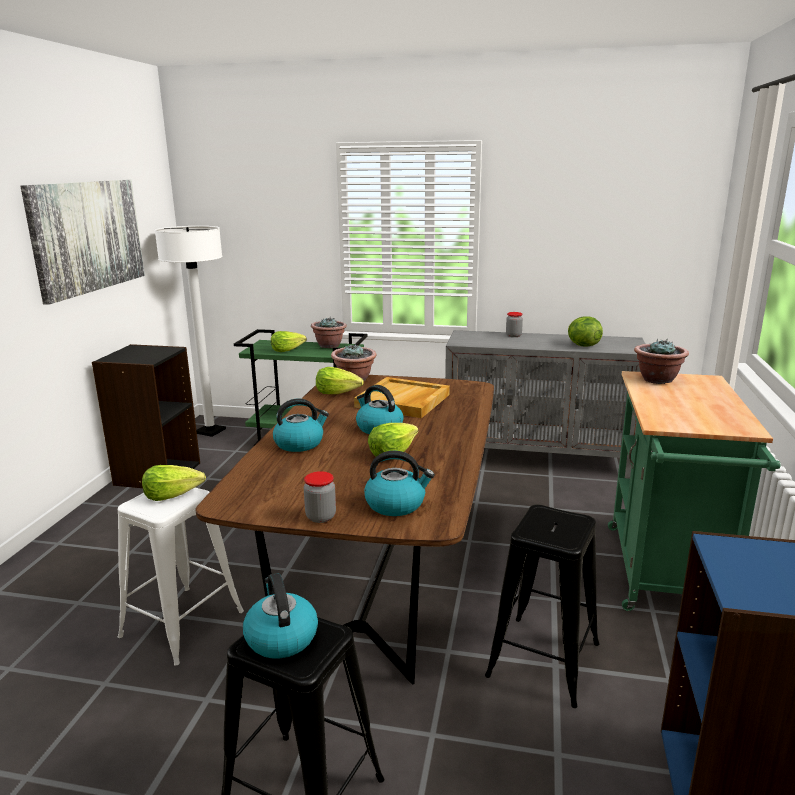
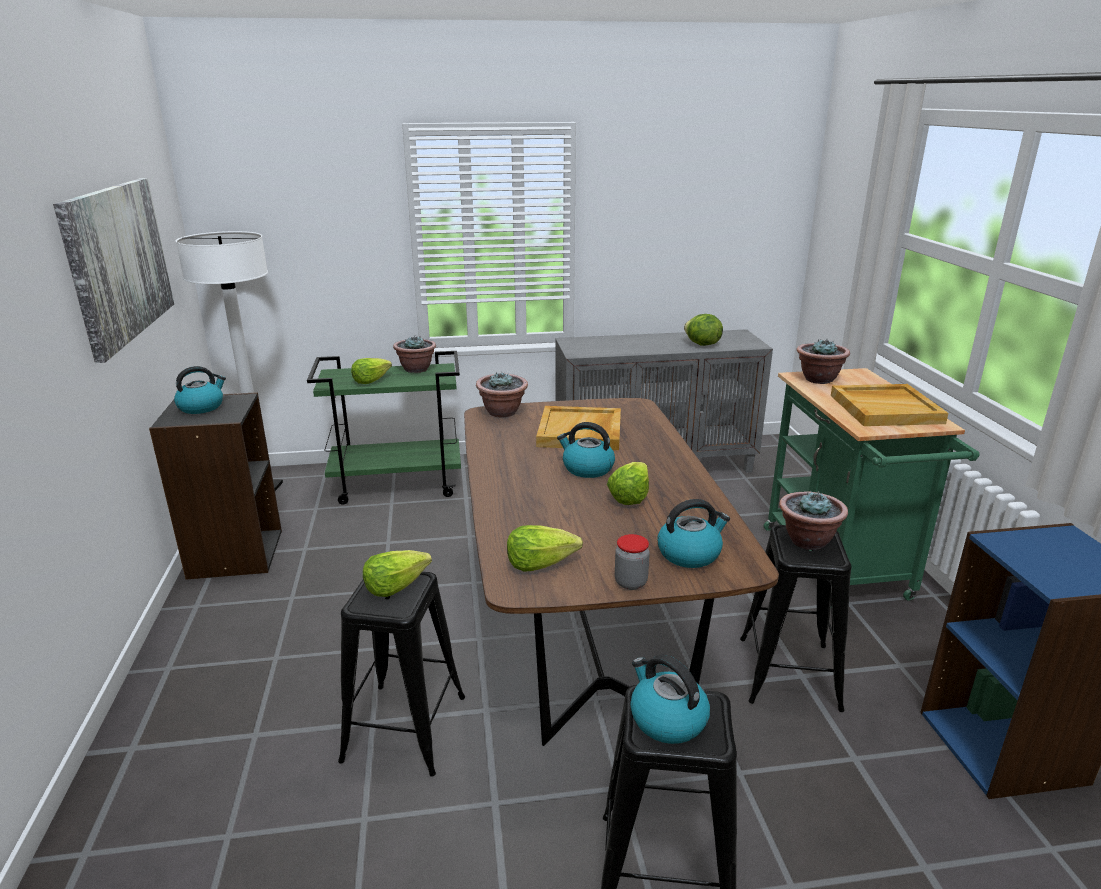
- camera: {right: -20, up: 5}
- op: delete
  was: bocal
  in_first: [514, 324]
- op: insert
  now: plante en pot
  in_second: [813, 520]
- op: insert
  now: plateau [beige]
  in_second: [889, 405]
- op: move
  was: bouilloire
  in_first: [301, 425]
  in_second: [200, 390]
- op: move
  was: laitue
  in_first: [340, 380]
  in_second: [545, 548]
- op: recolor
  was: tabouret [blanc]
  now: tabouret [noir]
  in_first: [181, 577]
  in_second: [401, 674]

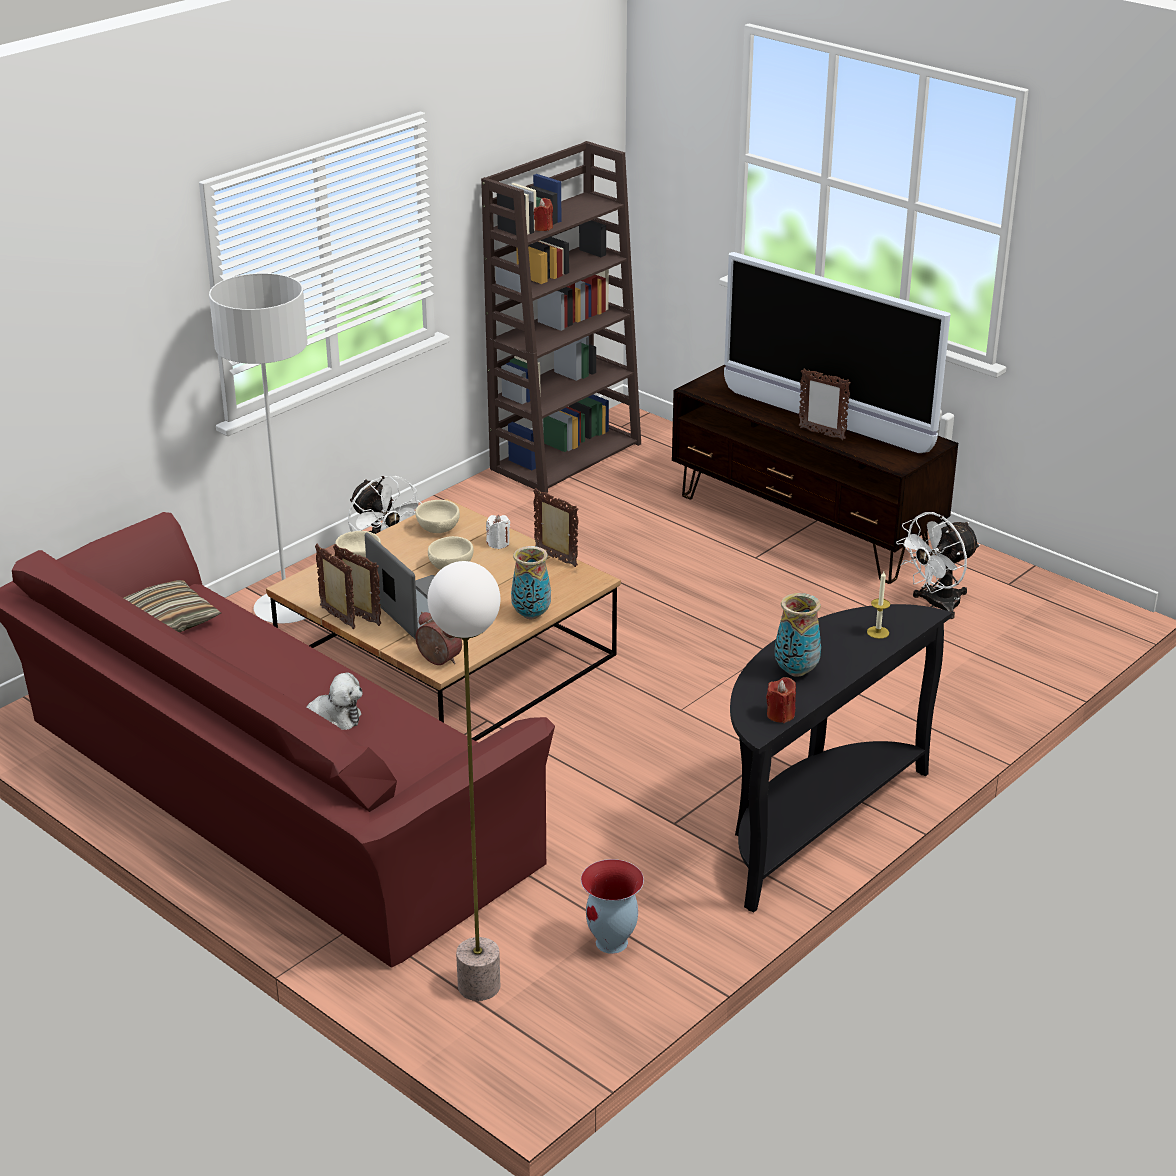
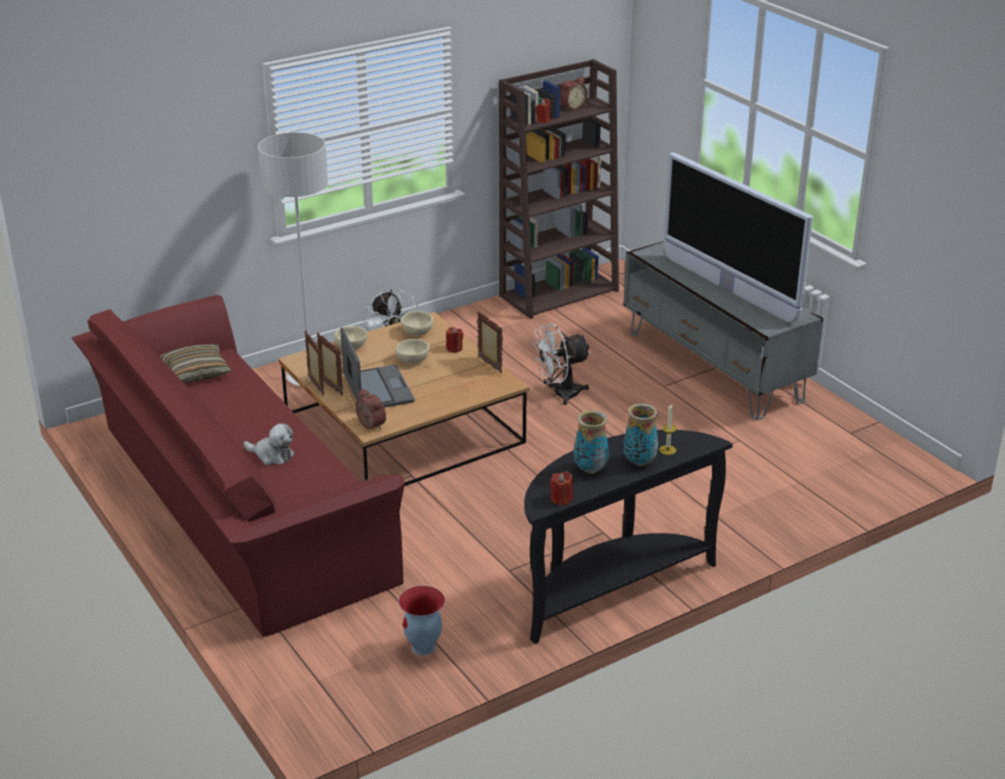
- camera: {right: 15, up: 0}
- op: delete
  was: lampadaire
  in_first: [463, 781]
- op: delete
  was: cadre photo
  in_first: [825, 404]
- op: insert
  now: réveil
  in_second: [573, 94]
- op: move
  was: vase
  in_first: [531, 582]
  in_second: [640, 434]
- op: move
  was: ventilateur [blanc]
  in_first: [938, 565]
  in_second: [561, 364]
- op: recolor
  was: bougie [blanc]
  now: bougie [rouge]
  in_first: [498, 532]
  in_second: [454, 340]
- op: recolor
  was: meuble télé [marron]
  now: meuble télé [gris]
  in_first: [815, 474]
  in_second: [723, 330]

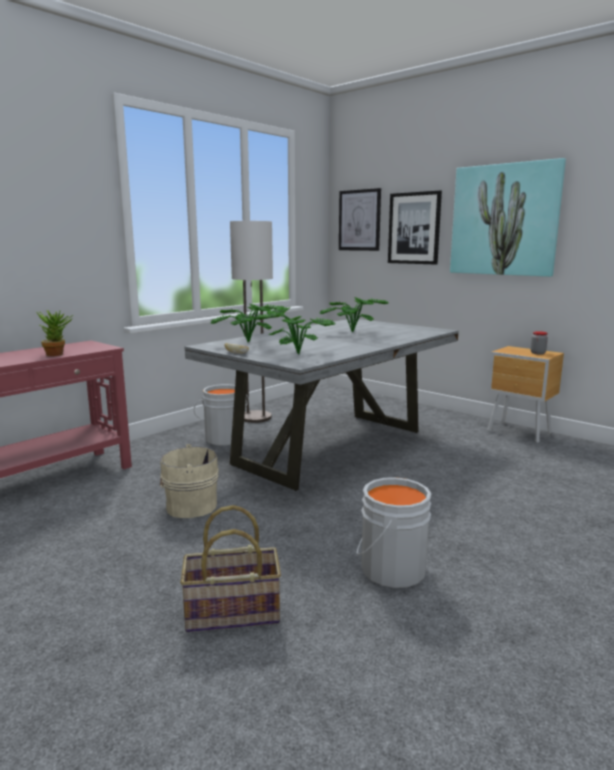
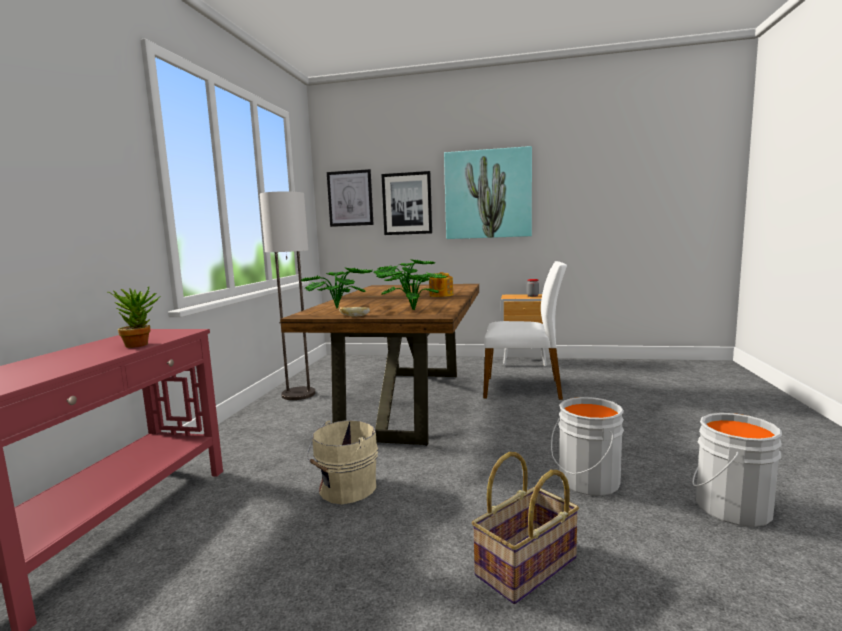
- camera: {right: -30, up: -5}
- op: insert
  now: théière
  in_second: [441, 284]
- op: insert
  now: chaise [blanc]
  in_second: [525, 330]
- op: move
  was: seau [gris]
  in_first: [221, 414]
  in_second: [737, 470]
- op: recolor
  was: table à manger [gris]
  now: table à manger [marron]
  in_first: [321, 405]
  in_second: [379, 365]

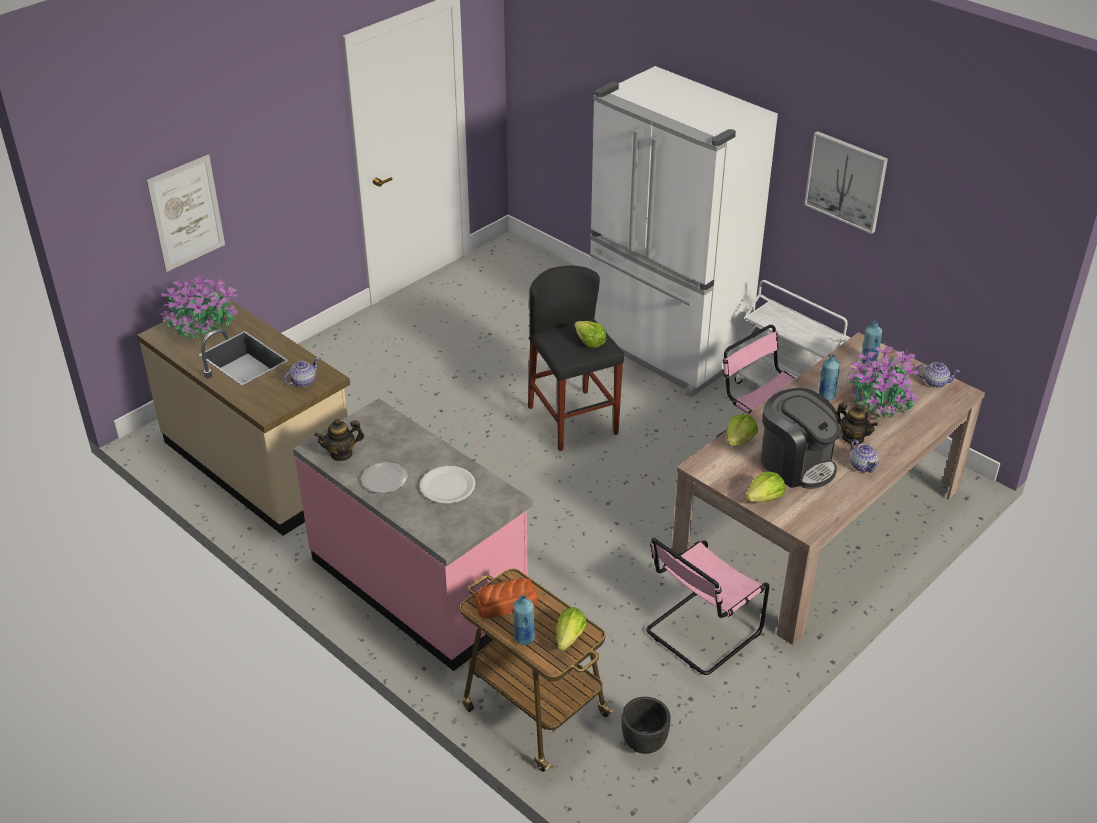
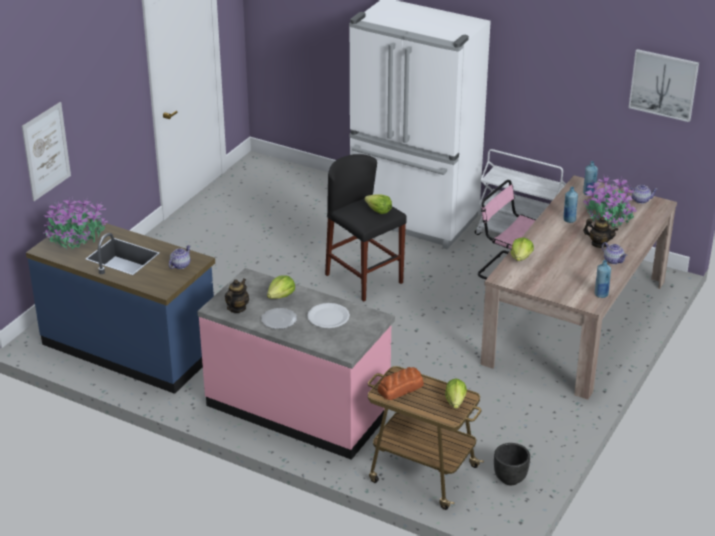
- camera: {right: -15, up: -5}
- op: delete
  was: chaise [rose]
  in_first: [707, 606]
- op: delete
  was: machine à café
  in_first: [801, 438]
- op: move
  was: bouteille [bleu]
  in_first: [524, 620]
  in_second: [603, 279]
- op: move
  was: laitue
  in_first: [765, 487]
  in_second: [281, 287]
- op: move
  was: tableau
  in_first: [846, 182]
  in_second: [664, 85]
- op: recolor
  was: comptoir de cuisine [beige]
  now: comptoir de cuisine [bleu]
  in_first: [243, 415]
  in_second: [120, 305]
- op: rotate
  was: théière
  in_first: [339, 440]
  in_second: [237, 296]
  clockwise: 150

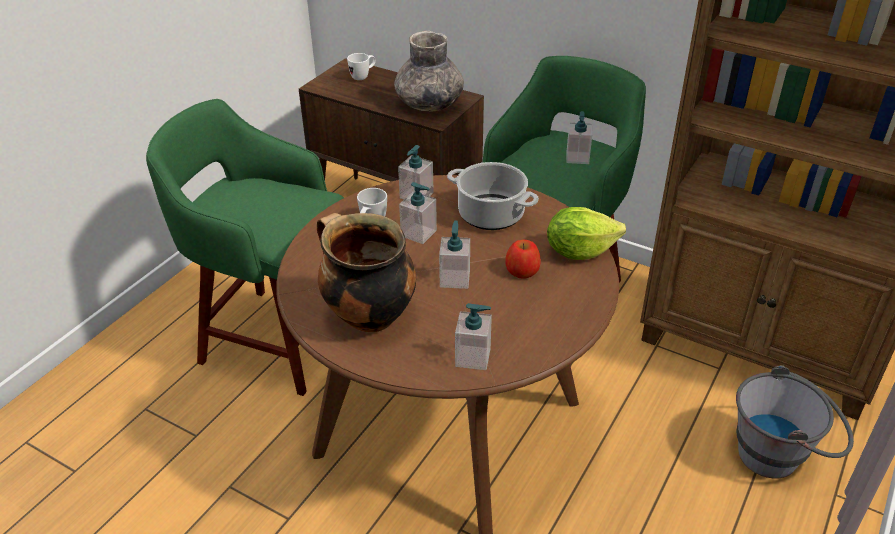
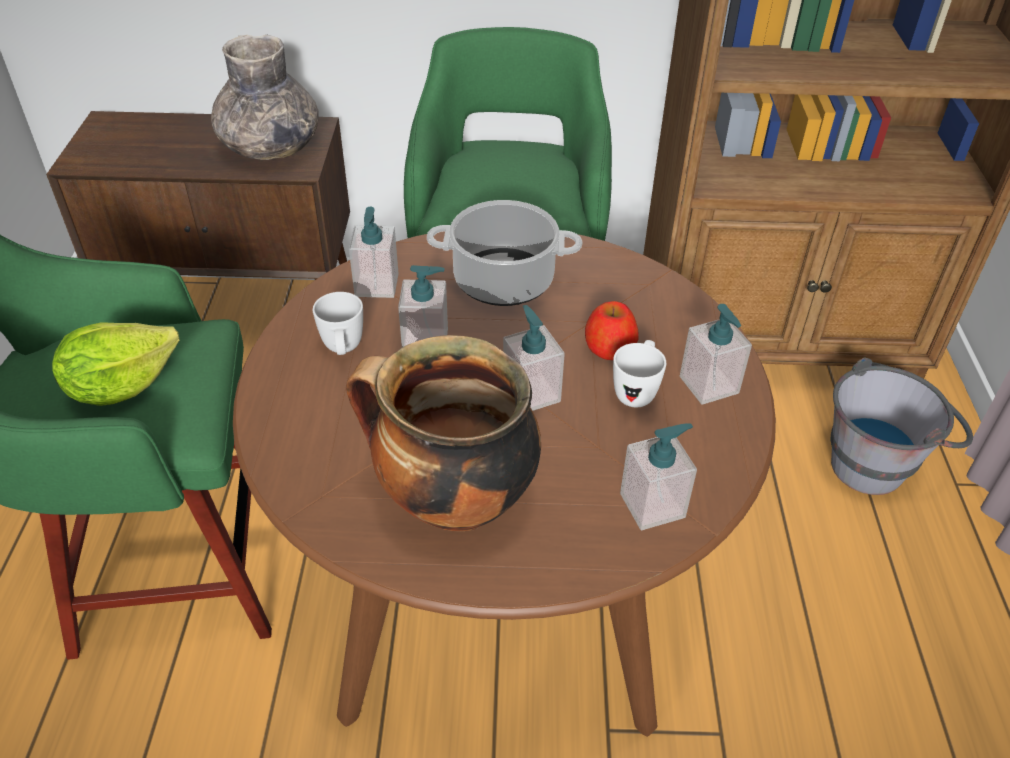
- camera: {right: -30, up: 5}
- op: move
  was: mug [blanc]
  in_first: [361, 66]
  in_second: [639, 373]
- op: move
  was: laitue
  in_first: [586, 233]
  in_second: [115, 364]
- op: move
  was: distributeur de savon
  in_first: [579, 137]
  in_second: [716, 354]

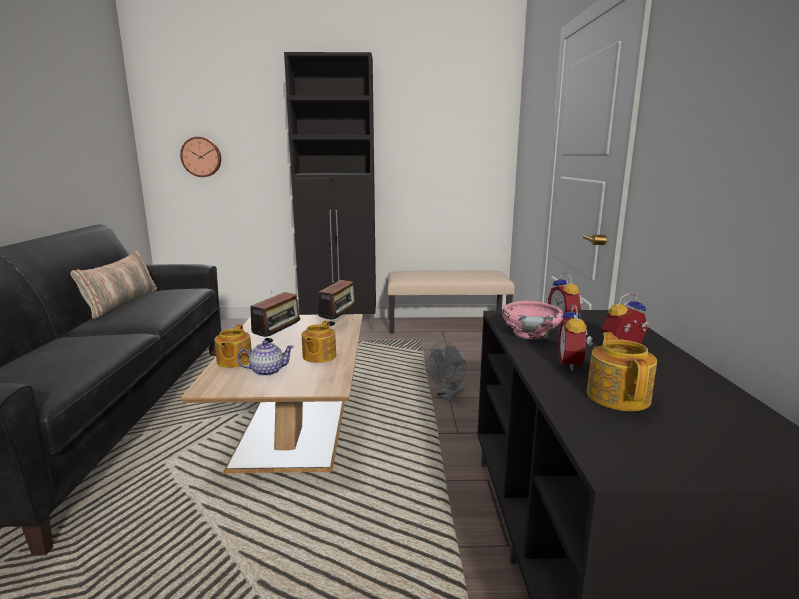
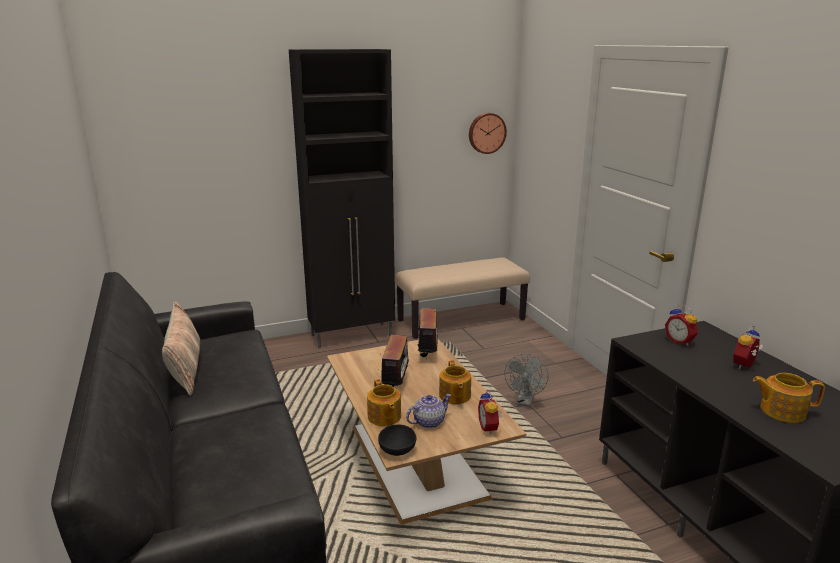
- camera: {right: -20, up: 5}
- op: delete
  was: bol [rose]
  in_first: [532, 320]
- op: insert
  now: bol [noir]
  in_second: [397, 440]
- op: move
  was: horloge murale
  in_first: [200, 157]
  in_second: [488, 133]
- op: move
  was: réveil
  in_first: [575, 337]
  in_second: [490, 412]
- op: rotate
  was: théière
  in_first: [622, 371]
  in_second: [789, 398]
  clockwise: -60

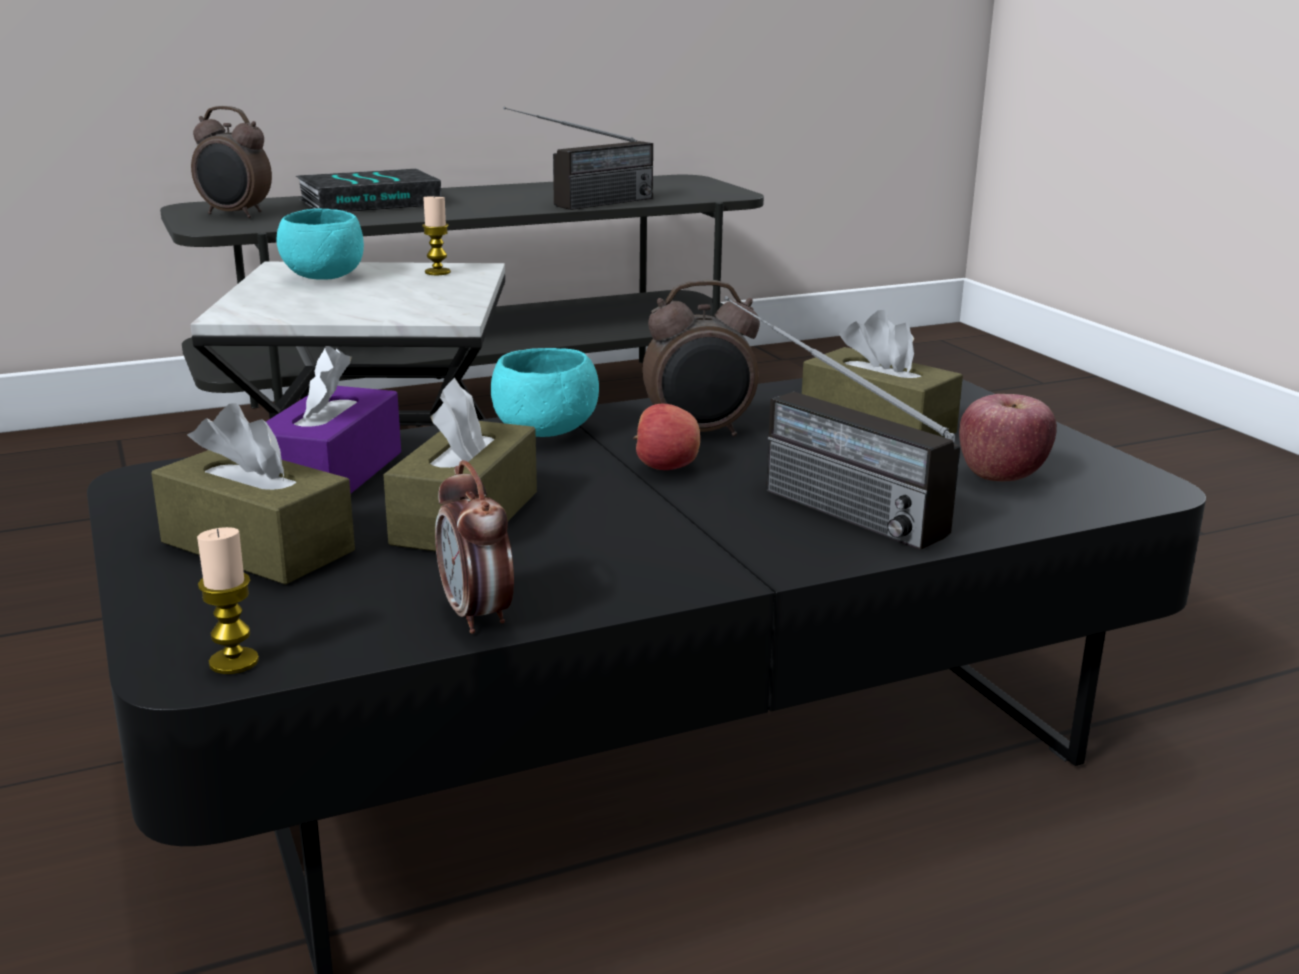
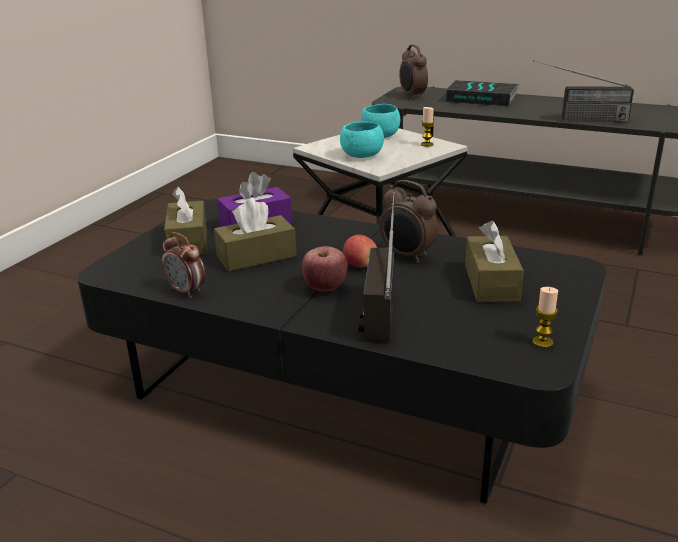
- camera: {right: 50, up: 5}
- op: move
  was: bougie
  in_first: [228, 600]
  in_second: [545, 317]
- op: move
  was: bol [turquoise]
  in_first: [545, 392]
  in_second: [362, 139]
- op: move
  was: pomme
  in_first: [1008, 438]
  in_second: [325, 268]
- op: rotate
  was: réveil
  in_first: [474, 547]
  in_second: [183, 265]
  clockwise: -75

